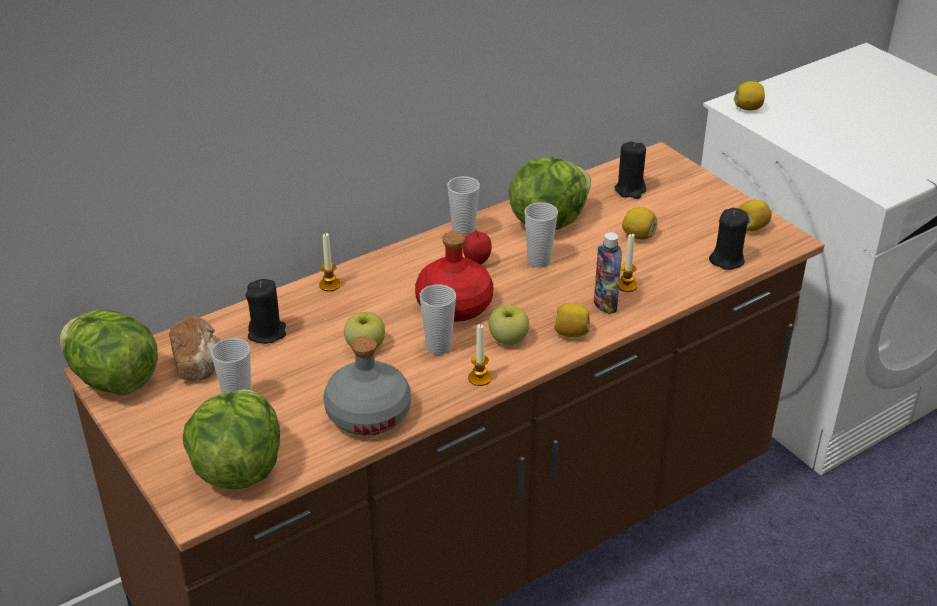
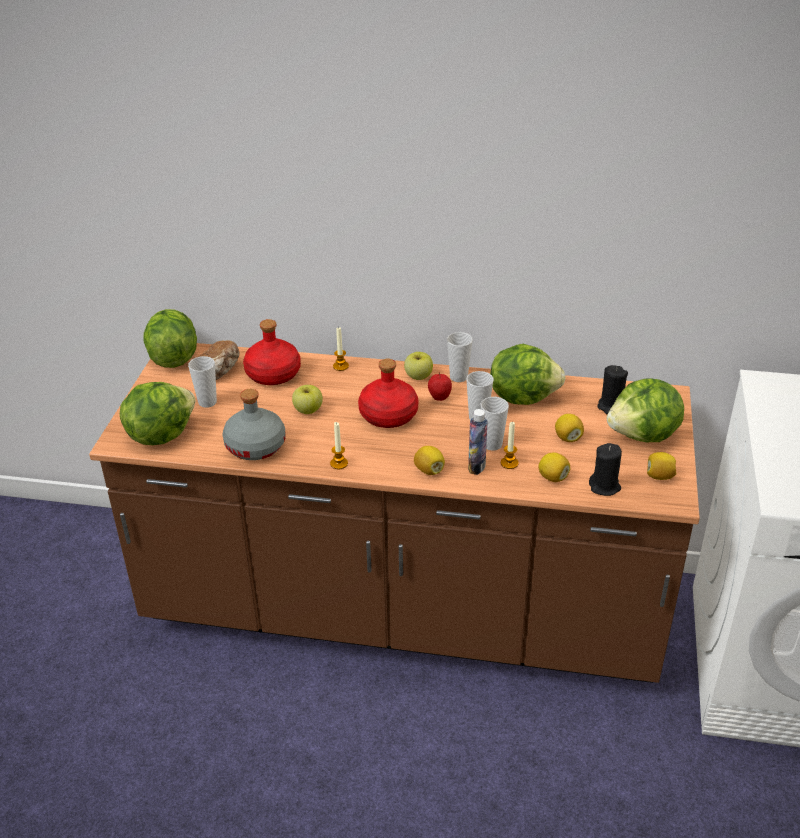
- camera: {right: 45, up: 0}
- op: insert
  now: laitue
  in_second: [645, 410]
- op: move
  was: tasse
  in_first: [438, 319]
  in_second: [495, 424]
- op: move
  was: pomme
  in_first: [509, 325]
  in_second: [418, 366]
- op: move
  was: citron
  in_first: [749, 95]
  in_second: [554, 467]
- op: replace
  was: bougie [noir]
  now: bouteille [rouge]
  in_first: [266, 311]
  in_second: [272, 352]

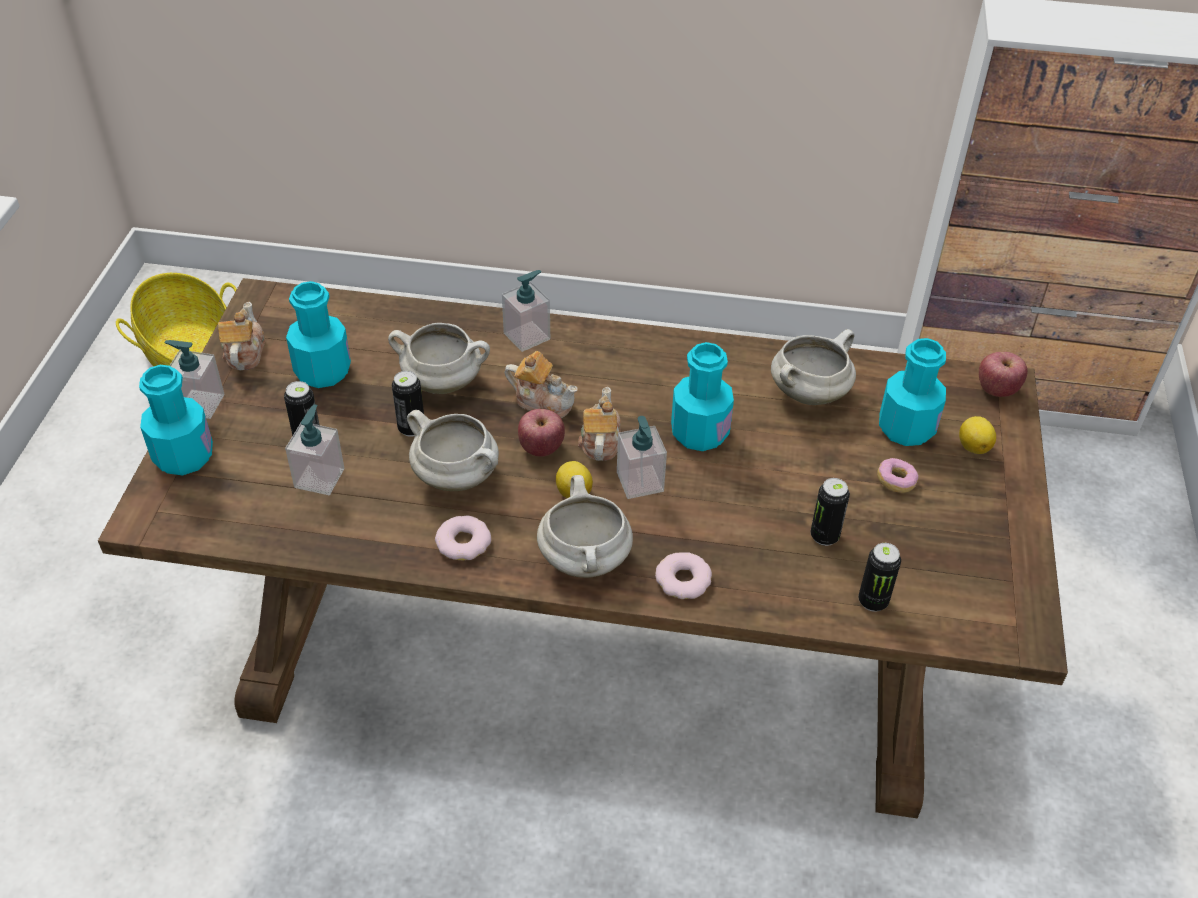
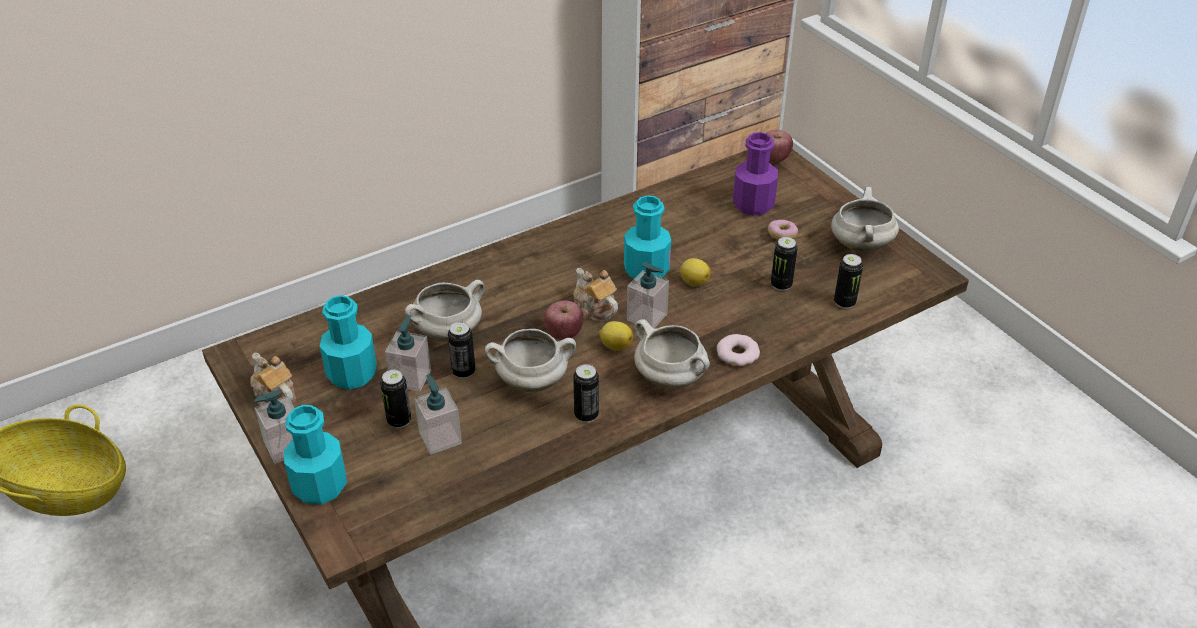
- camera: {right: -40, up: -5}
- op: delete
  was: théière
  in_first: [541, 384]
- op: move
  was: distributeur de savon
  in_first: [526, 311]
  in_second: [408, 353]
- op: move
  was: marmite [blanc]
  in_first: [813, 367]
  in_second: [865, 220]
- op: move
  was: citron
  in_first: [977, 435]
  in_second: [695, 272]
- op: replace
  was: beignet
  now: boîte métallique
  in_first: [463, 537]
  in_second: [586, 393]
- op: recolor
  was: bouteille [turquoise]
  now: bouteille [violet]
  in_first: [912, 392]
  in_second: [755, 174]

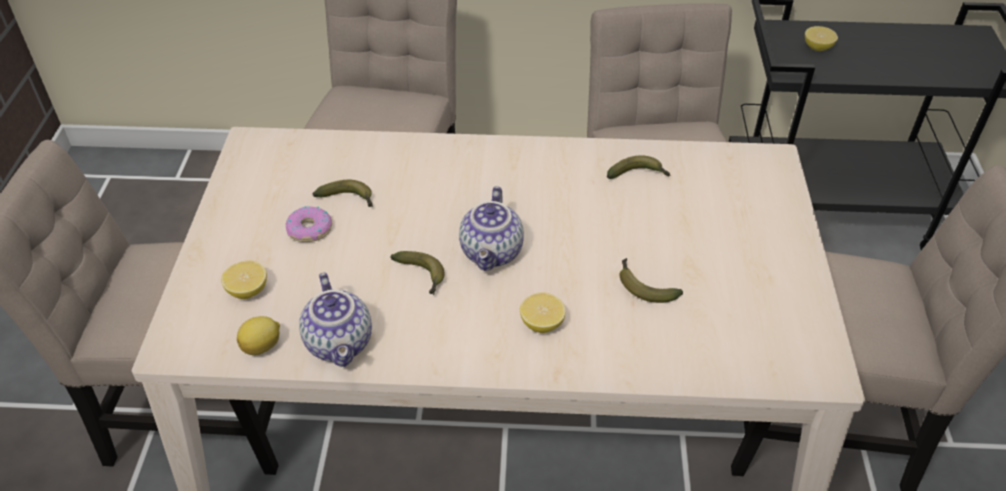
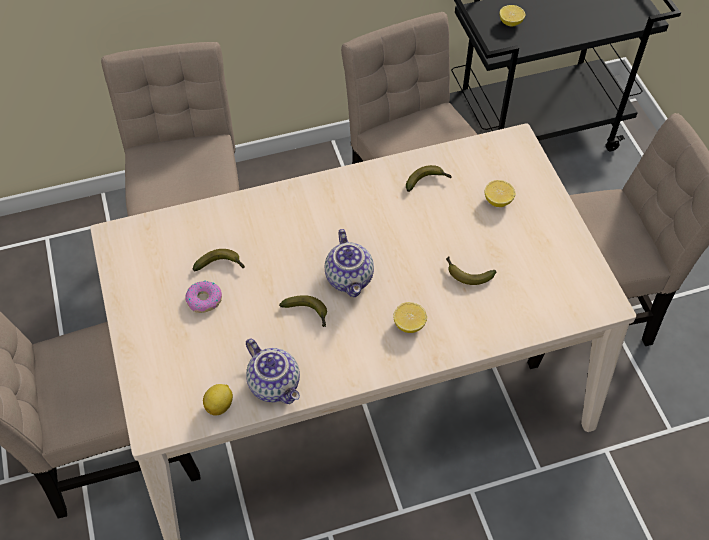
- camera: {right: -20, up: 10}
- op: move
  was: citron
  in_first: [244, 279]
  in_second: [500, 193]

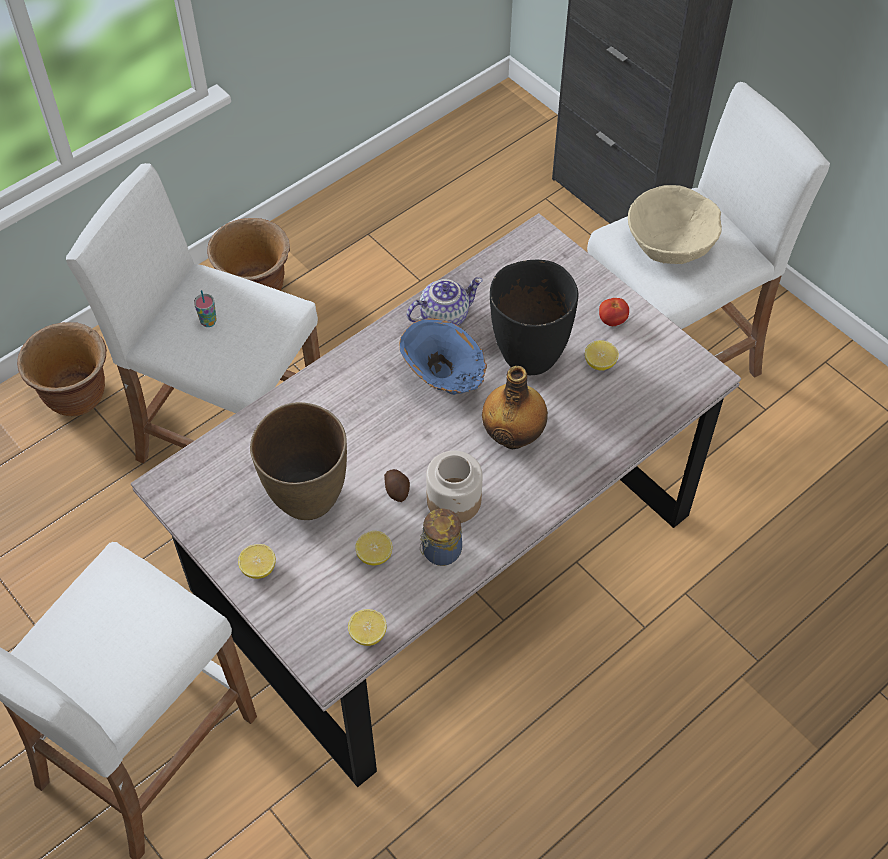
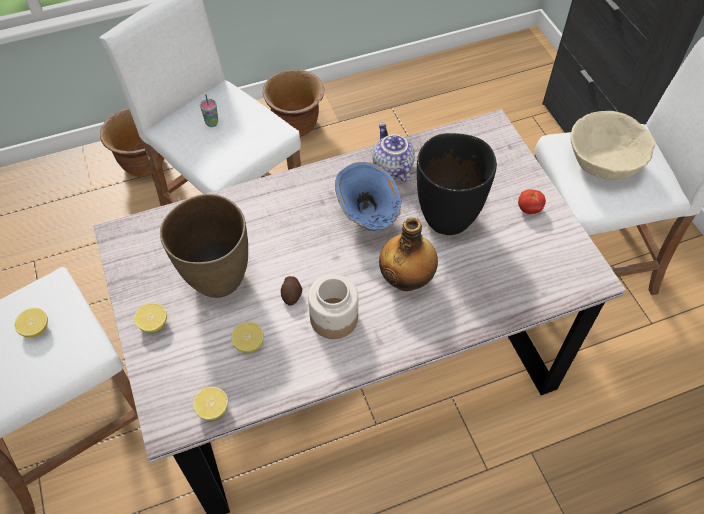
- camera: {right: 20, up: 0}
- op: delete
  was: bocal
  in_first: [441, 537]
- op: move
  was: citron
  in_first: [602, 355]
  in_second: [31, 322]
- op: rotate
  was: théière
  in_first: [445, 302]
  in_second: [393, 152]
  clockwise: -105

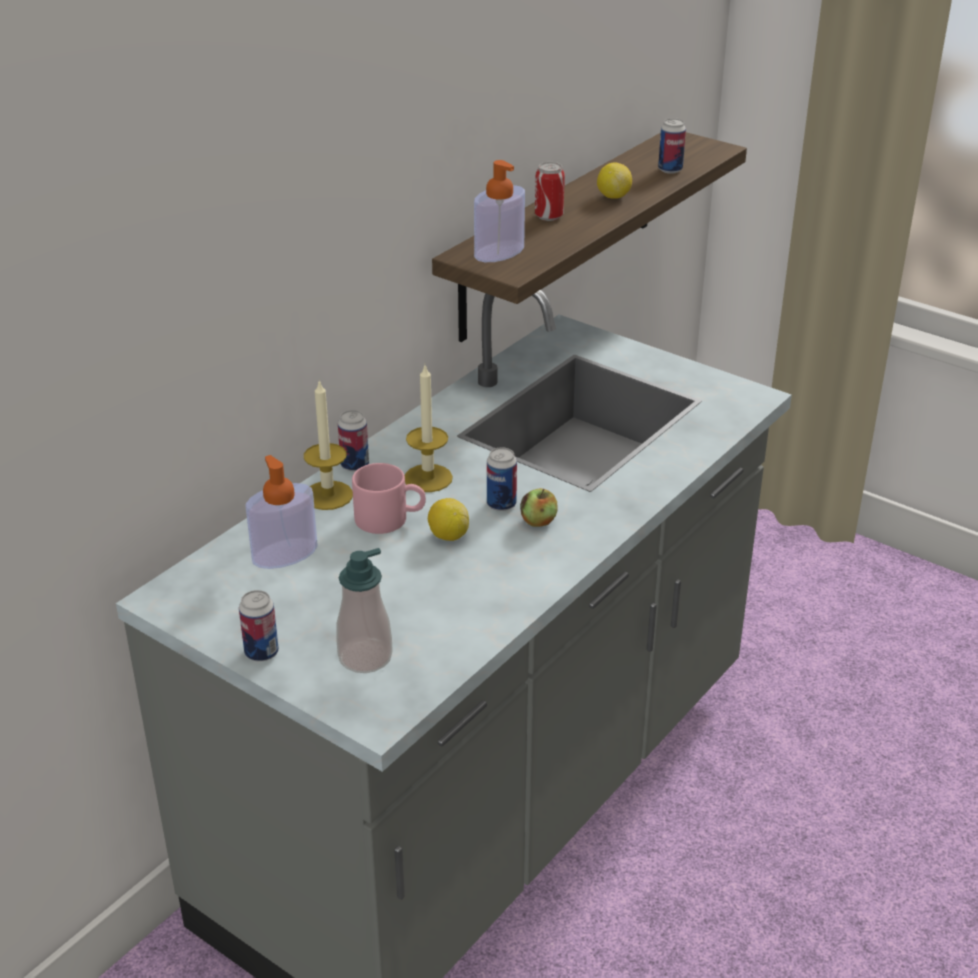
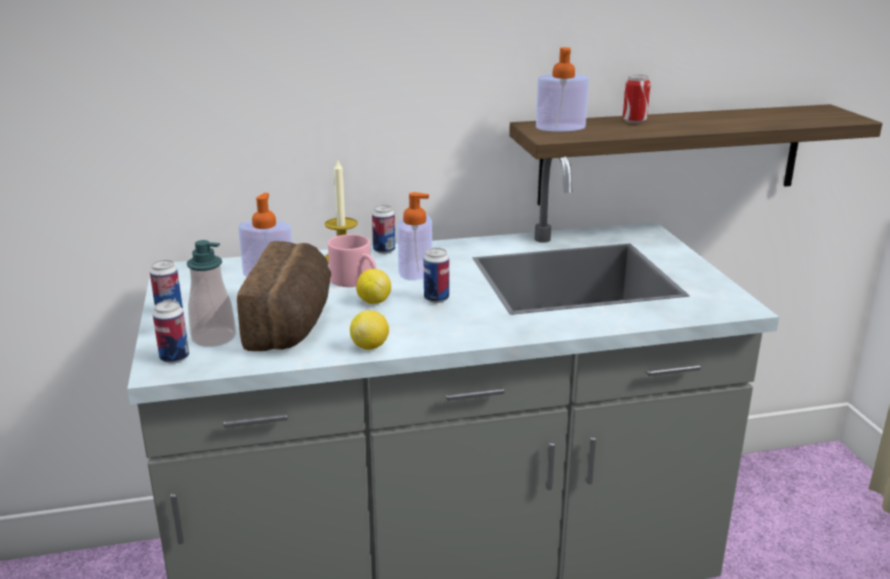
- camera: {right: 40, up: -10}
- op: delete
  was: pomme
  in_first: [539, 507]
- op: insert
  now: pain
  in_second: [284, 296]
- op: move
  was: citron
  in_first: [614, 180]
  in_second: [369, 330]
- op: move
  was: boîte métallique
  in_first: [672, 146]
  in_second: [171, 332]
- op: replace
  was: bougie
  now: distributeur de savon
  in_first: [429, 428]
  in_second: [414, 236]

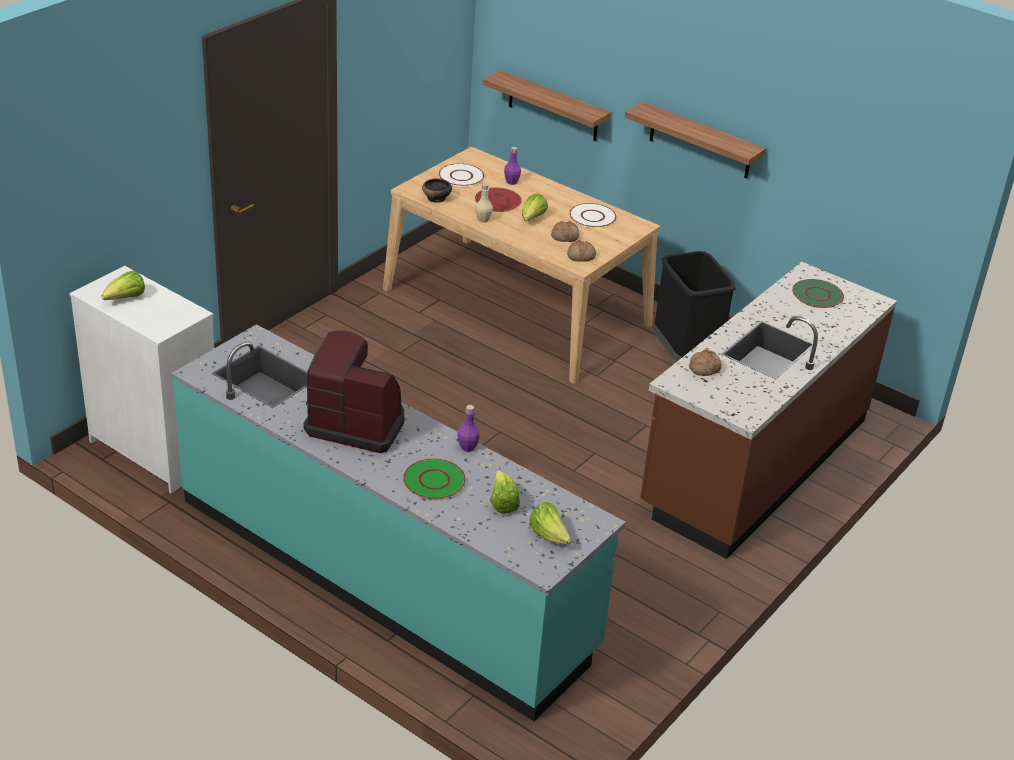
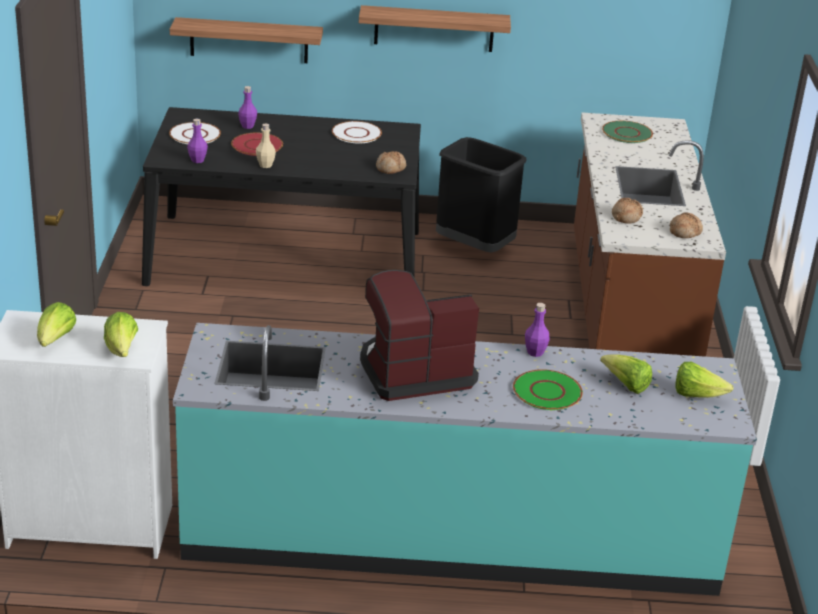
- camera: {right: -35, up: -5}
- op: move
  was: laitue
  in_first: [535, 207]
  in_second: [121, 334]
- op: move
  was: pain
  in_first: [565, 231]
  in_second: [686, 225]
- op: replace
  was: bol
  now: bouteille [violet]
  in_first: [437, 190]
  in_second: [197, 141]
- op: recolor
  was: table à manger [beige]
  now: table à manger [noir]
  in_first: [521, 265]
  in_second: [281, 196]

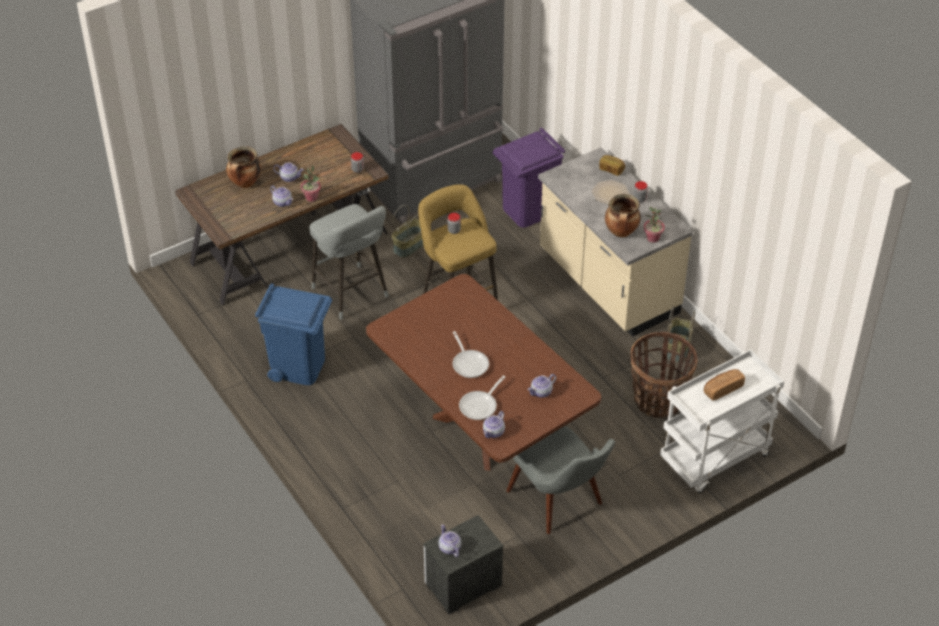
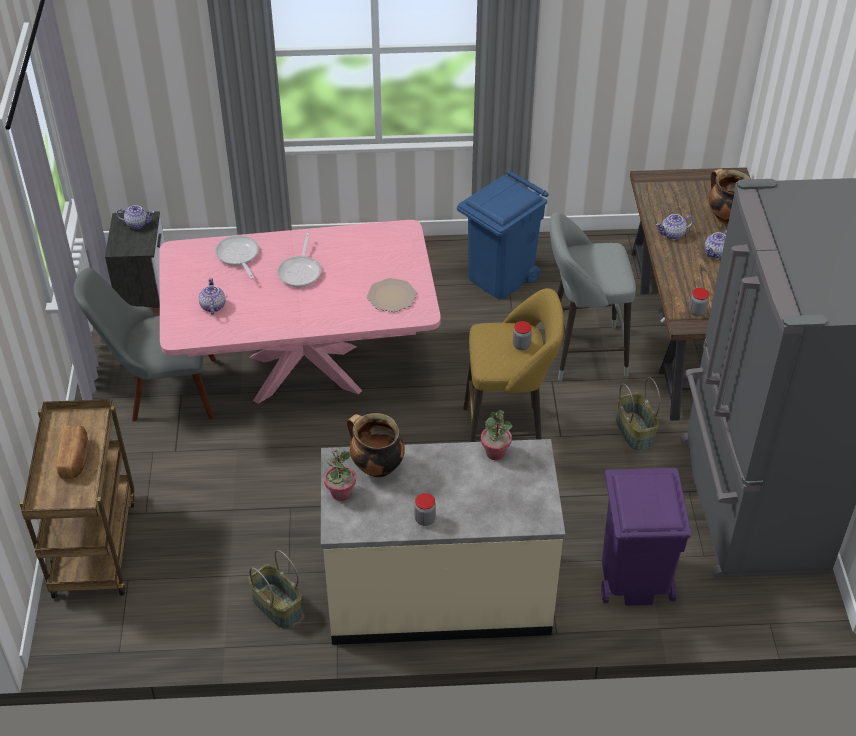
- camera: {right: 120, up: 0}
- op: delete
  was: théière
  in_first: [494, 424]
- op: delete
  was: pain
  in_first: [612, 165]
- op: delete
  was: panier
  in_first: [664, 375]
- op: move
  was: plante en pot
  in_first: [310, 184]
  in_second: [496, 435]
- op: move
  was: assiette
  in_first: [610, 192]
  in_second: [392, 295]
- op: recolor
  was: table à manger [marron]
  now: table à manger [rose]
  in_first: [483, 372]
  in_second: [300, 312]
- op: recolor
  was: chariot [blanc]
  now: chariot [marron]
  in_first: [722, 421]
  in_second: [77, 499]
- op: rotate
  was: poêle
  in_first: [470, 354]
  in_second: [299, 260]
  clockwise: -90

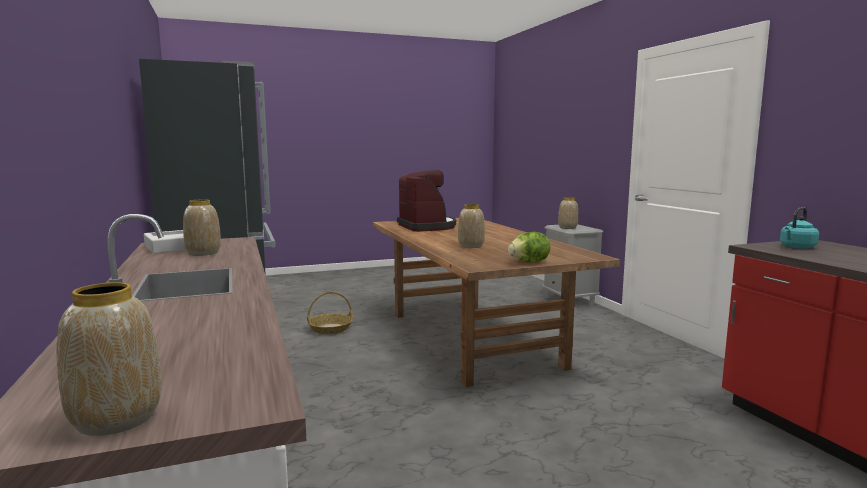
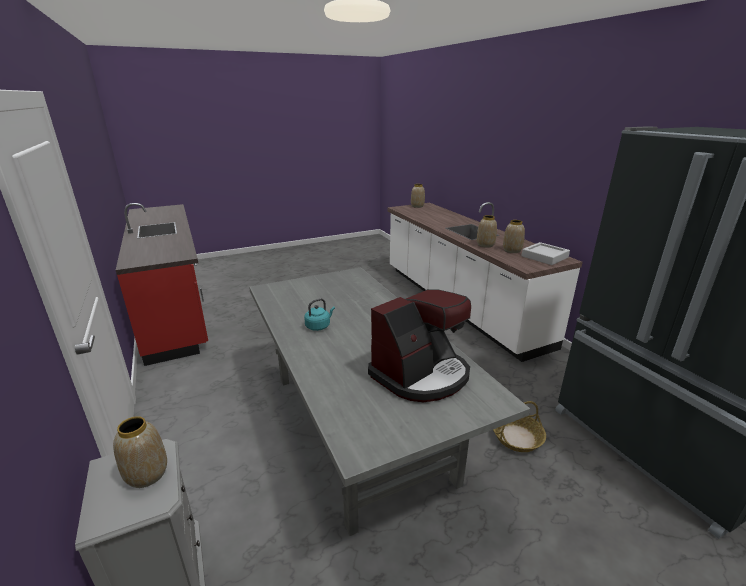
- camera: {right: 175, up: 15}
- op: delete
  was: laitue
  in_first: [529, 247]
- op: move
  was: vase
  in_first: [471, 226]
  in_second: [487, 231]
- op: move
  was: bouilloire [turquoise]
  in_first: [799, 227]
  in_second: [319, 314]
- op: recolor
  was: table à manger [marron]
  now: table à manger [gris]
  in_first: [496, 302]
  in_second: [389, 401]
- op: rotate
  was: machine à café
  in_first: [426, 201]
  in_second: [419, 345]
  clockwise: -105

